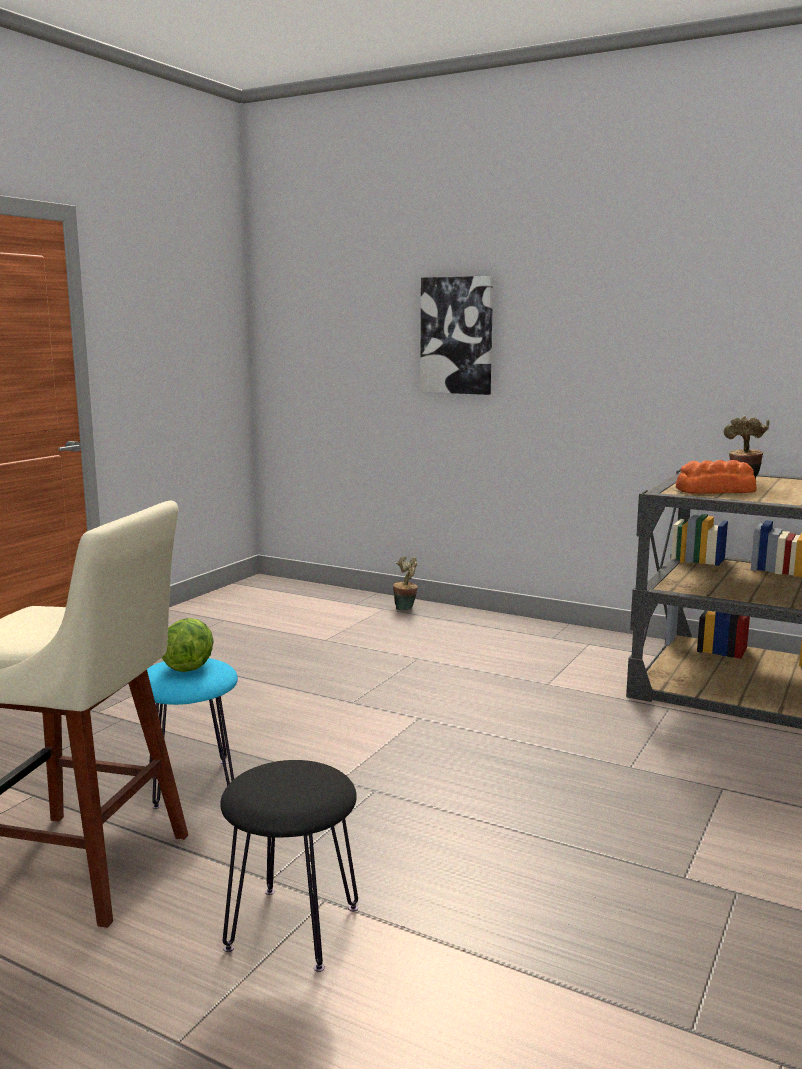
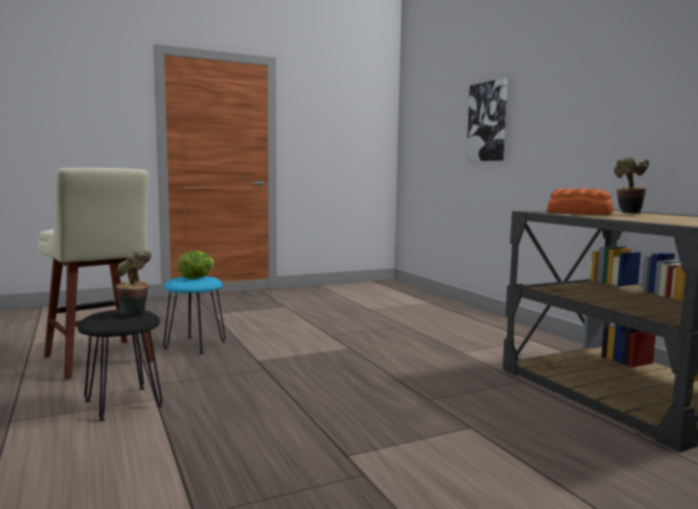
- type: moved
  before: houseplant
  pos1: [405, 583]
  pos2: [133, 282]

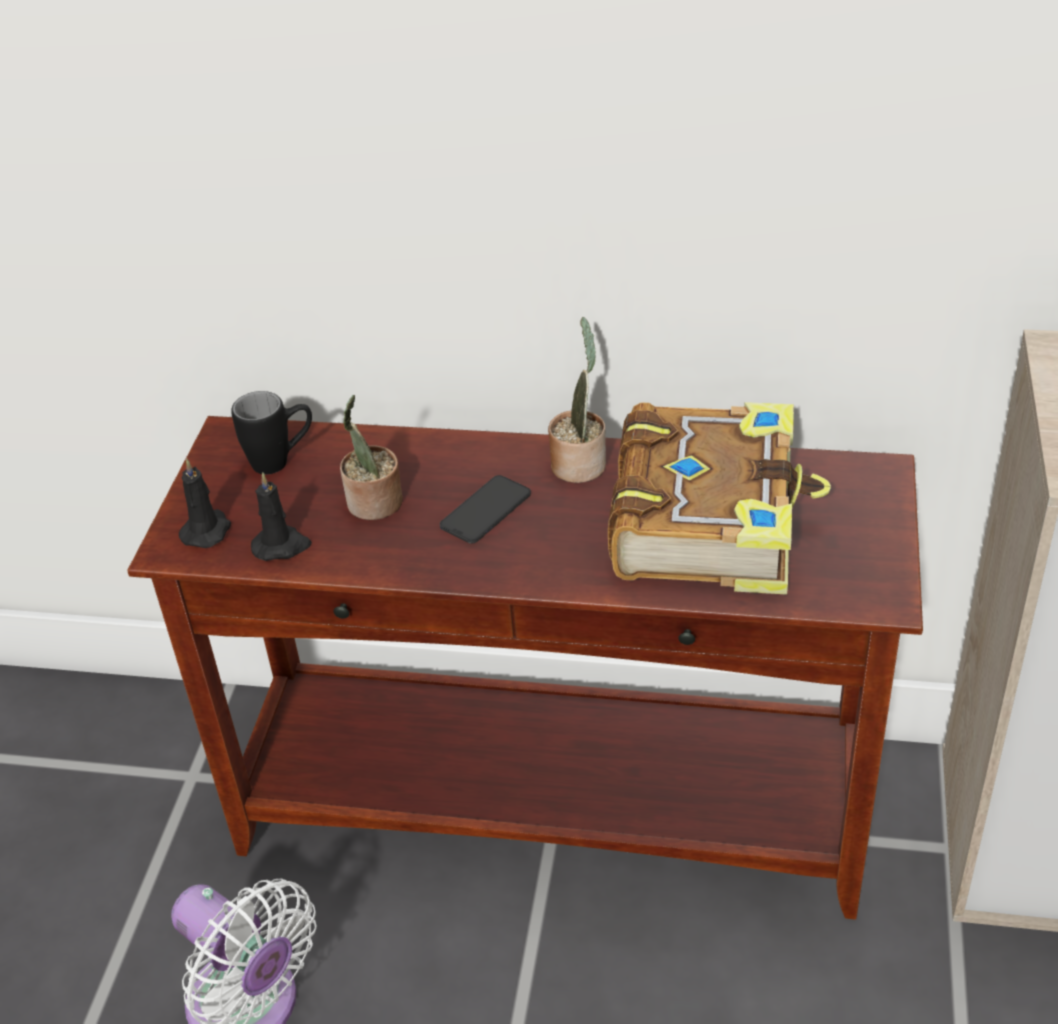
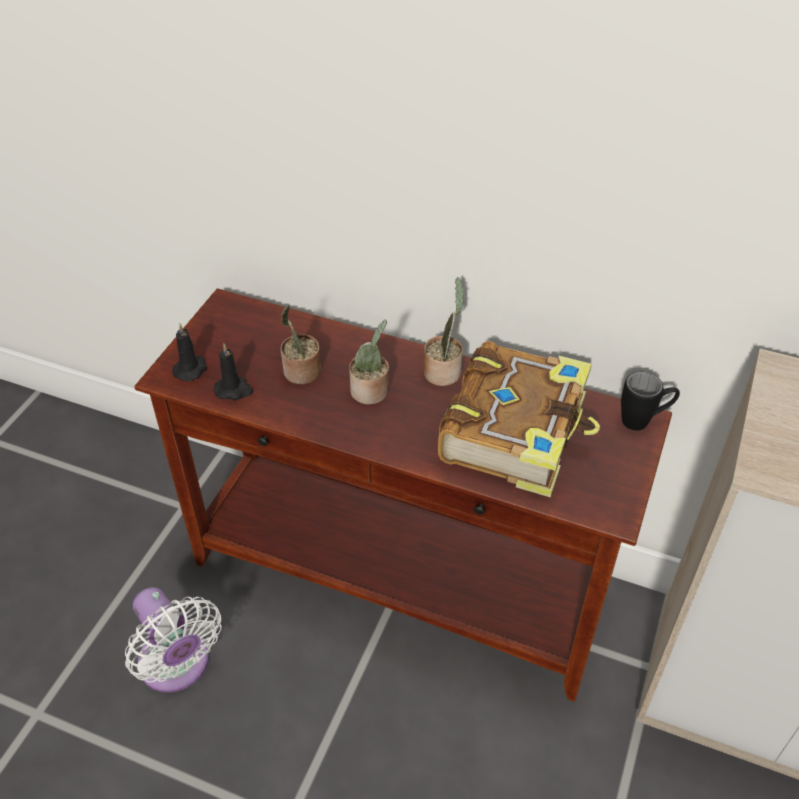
- type: moved
  before: blackish_coffee_mug
  pos1: [271, 432]
  pos2: [650, 401]
- type: replaced
  before: handset
  after: houseplant
  pos1: [485, 509]
  pos2: [369, 362]

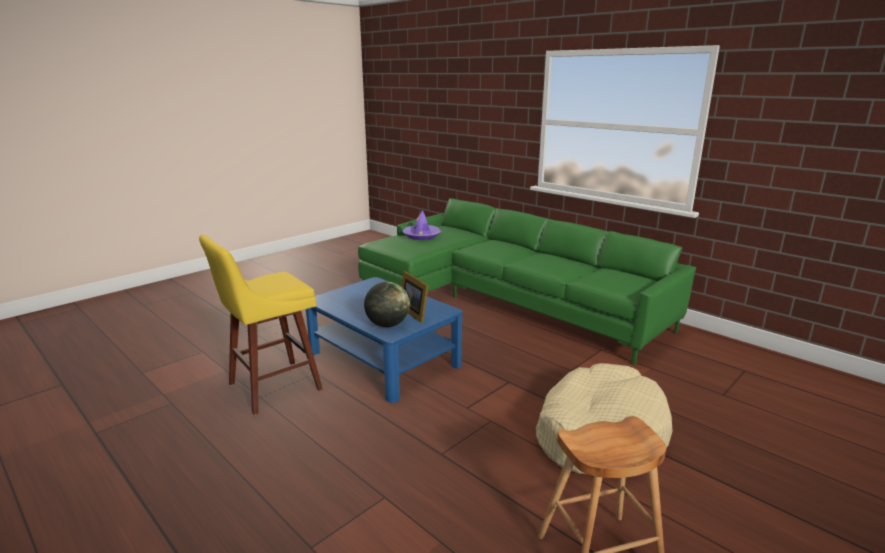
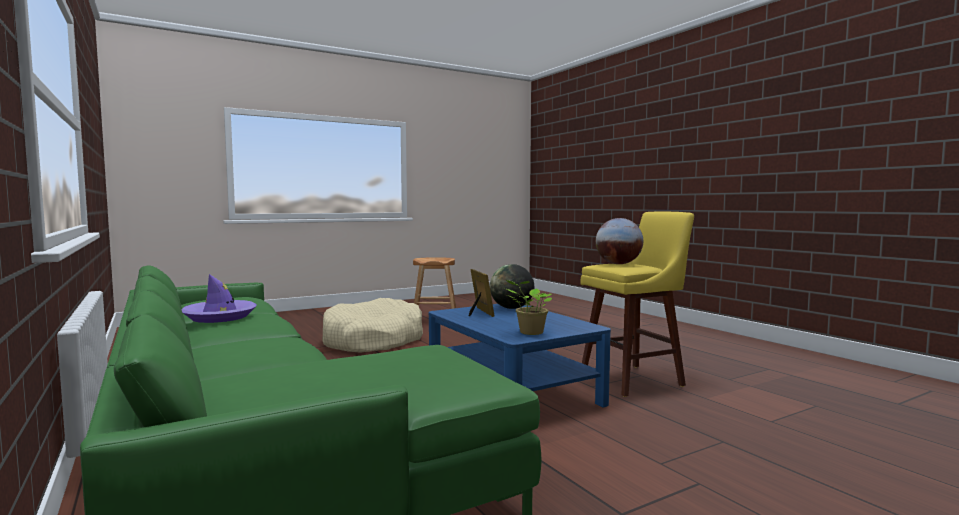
- type: moved
  before: purplish_clothing_hat
  pos1: [422, 225]
  pos2: [219, 298]
- type: added
  after: globe
  pos2: [619, 241]
- type: added
  after: houseplant
  pos2: [528, 307]

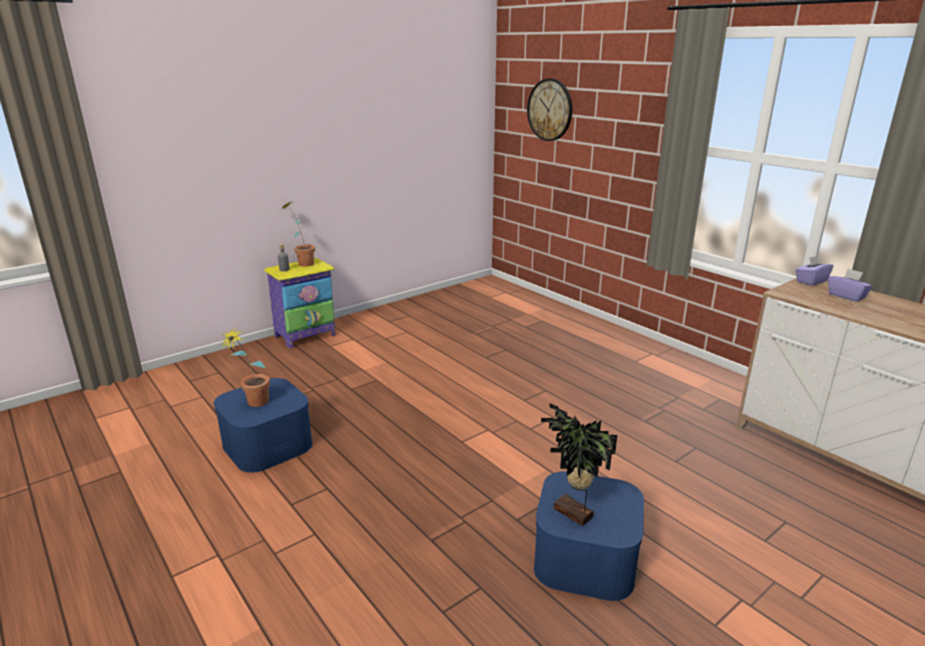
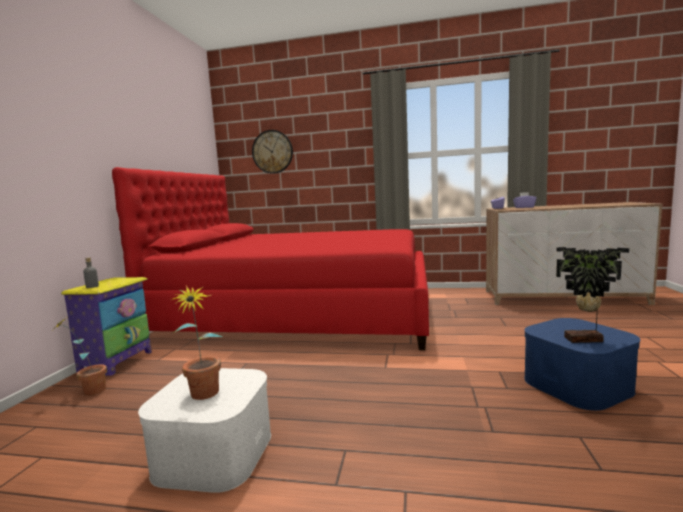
- type: moved
  before: houseplant
  pos1: [297, 234]
  pos2: [79, 356]
- type: recoloured
  before: bluish_storage_container
  after: white-coloured_storage_container
  pos1: [263, 425]
  pos2: [204, 430]
- type: added
  after: red_bed
  pos2: [270, 258]

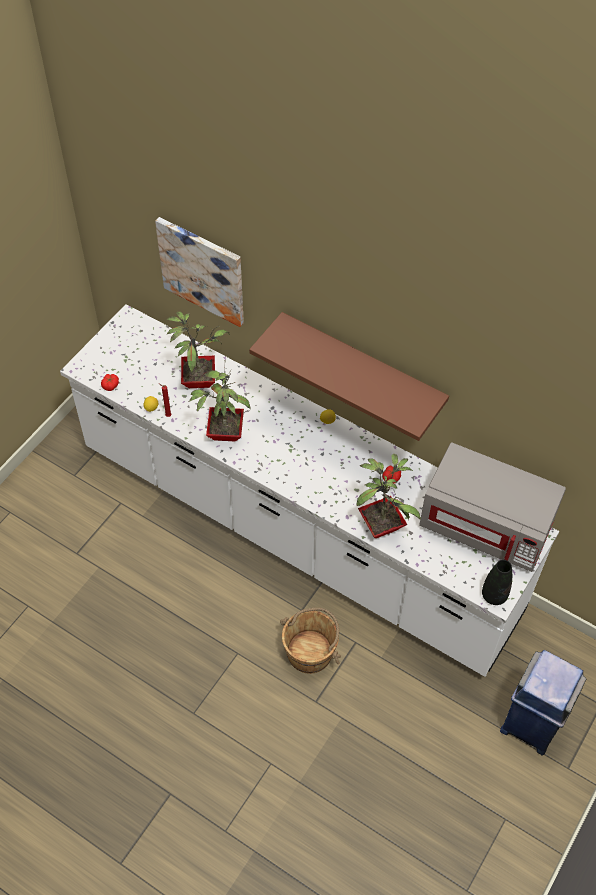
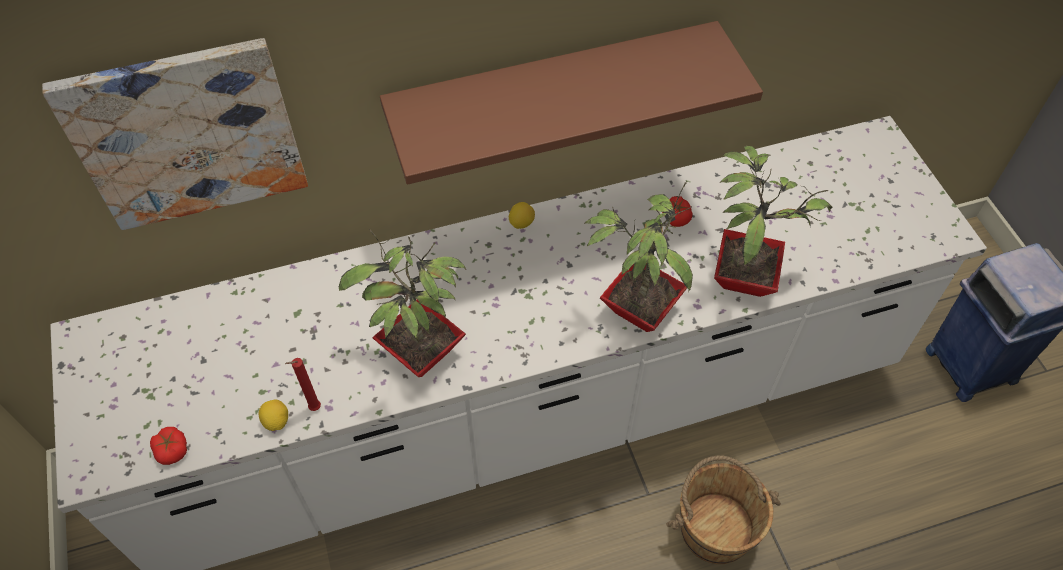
- type: moved
  before: houseplant
  pos1: [198, 350]
  pos2: [638, 256]
- type: removed
  before: gray_kitchen_microwave
  pos1: [492, 507]
- type: removed
  before: blackish_flower_vase
  pos1: [497, 582]

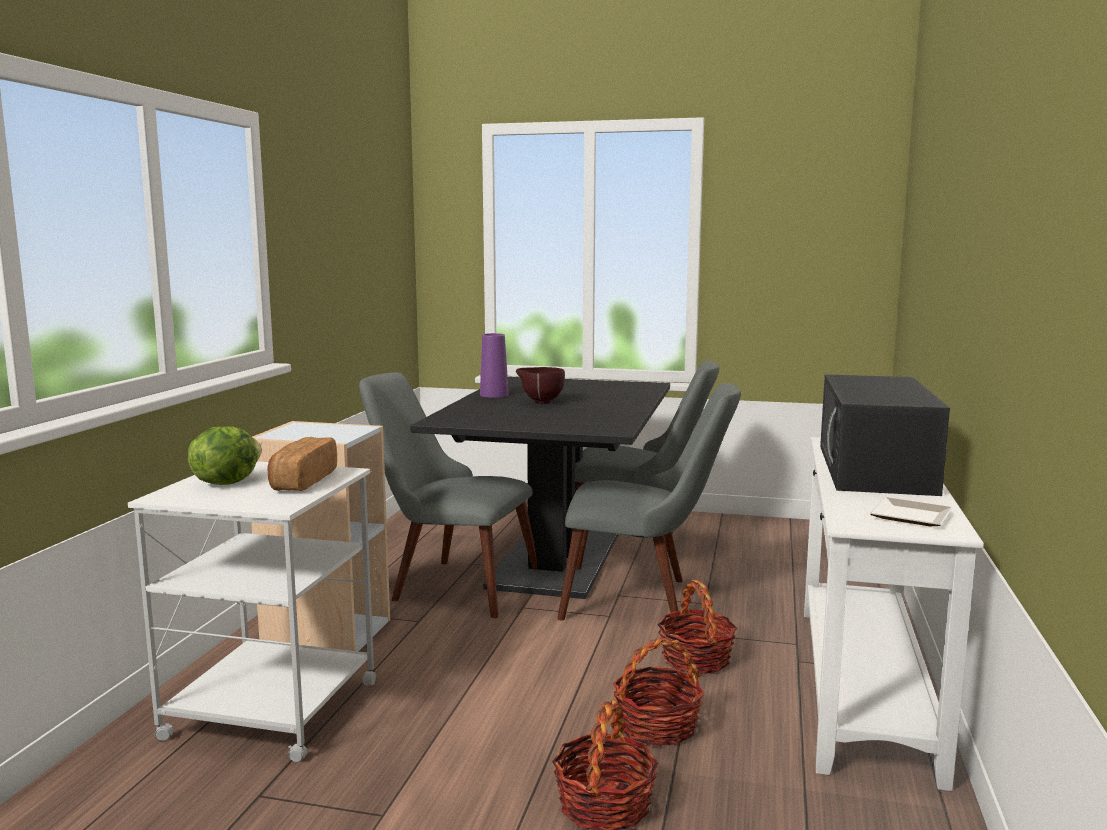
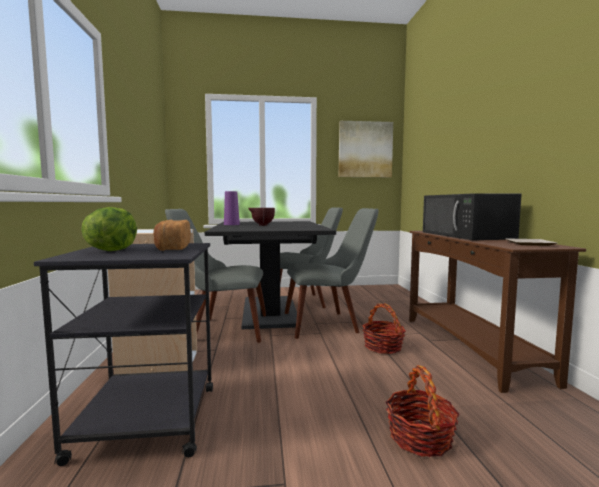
- type: recoloured
  before: white-coloured_narrow_table
  after: brownish_narrow_table
  pos1: [894, 614]
  pos2: [497, 312]
- type: recoloured
  before: white-coloured_trolley
  after: blackish_trolley
  pos1: [252, 611]
  pos2: [123, 354]
- type: removed
  before: storage_basket
  pos1: [658, 692]
- type: added
  after: wall_picture
  pos2: [366, 149]

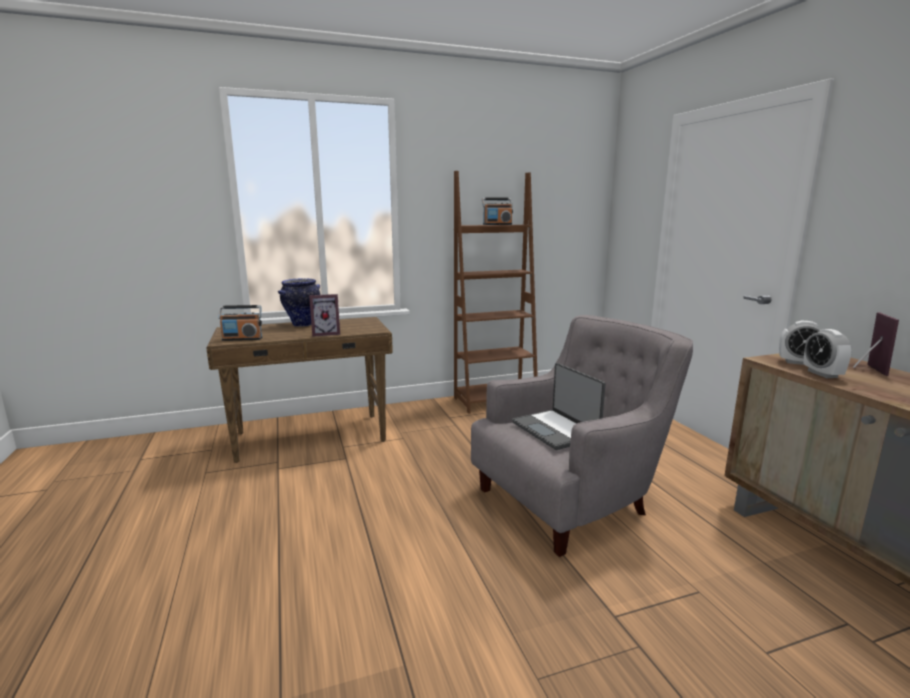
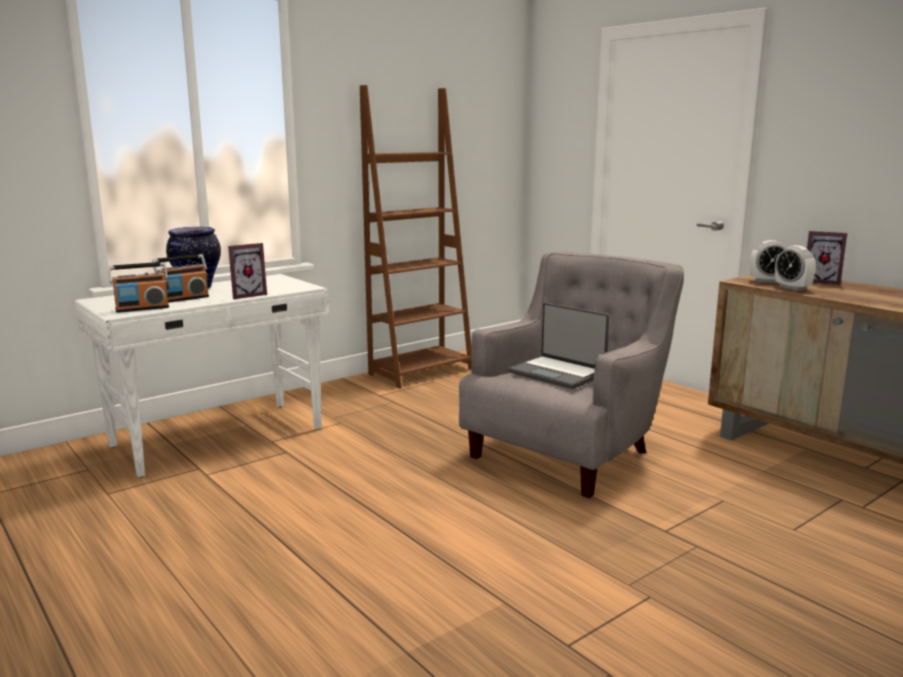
- type: moved
  before: radio_set
  pos1: [497, 211]
  pos2: [180, 278]
- type: turned
  before: photo_frame
  pos1: [876, 344]
  pos2: [827, 258]
  turn: 120
- type: recoloured
  before: brownish_narrow_table
  after: white-coloured_narrow_table
  pos1: [299, 390]
  pos2: [202, 376]

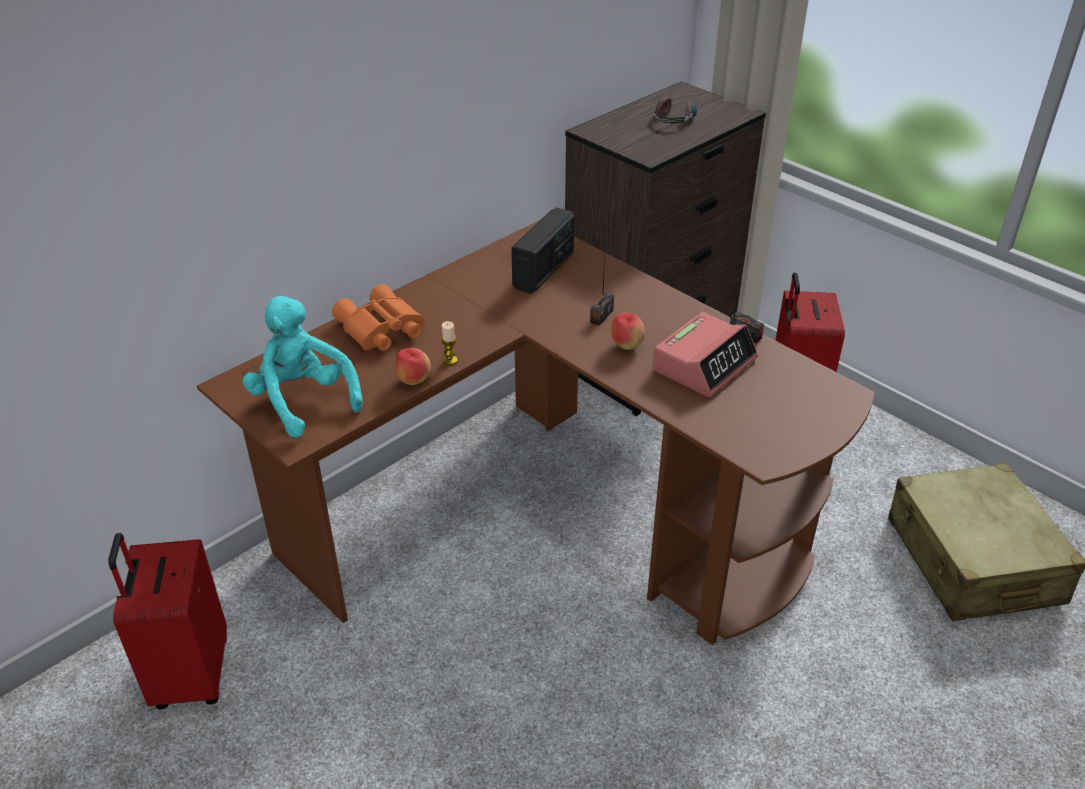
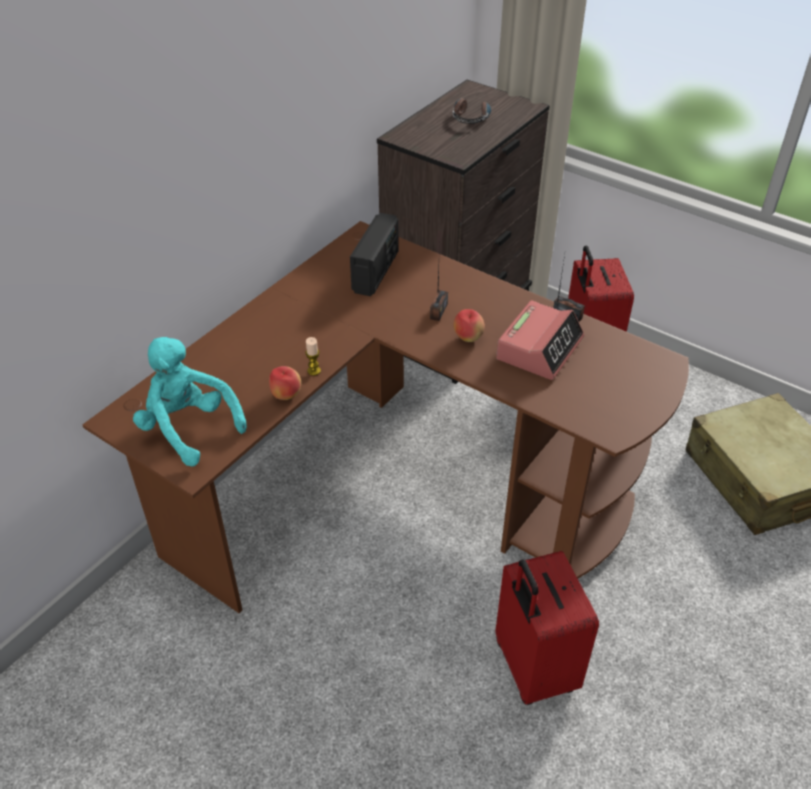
- type: removed
  before: orangey_binoculars
  pos1: [378, 317]
- type: moved
  before: red_suitcase
  pos1: [167, 621]
  pos2: [547, 628]

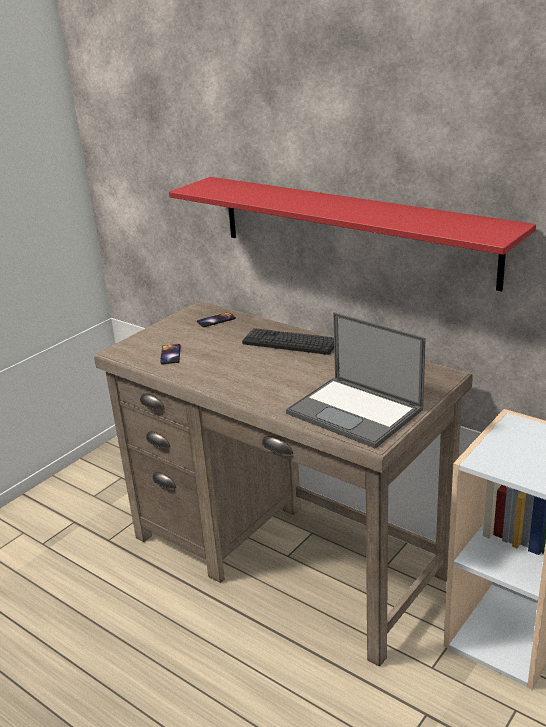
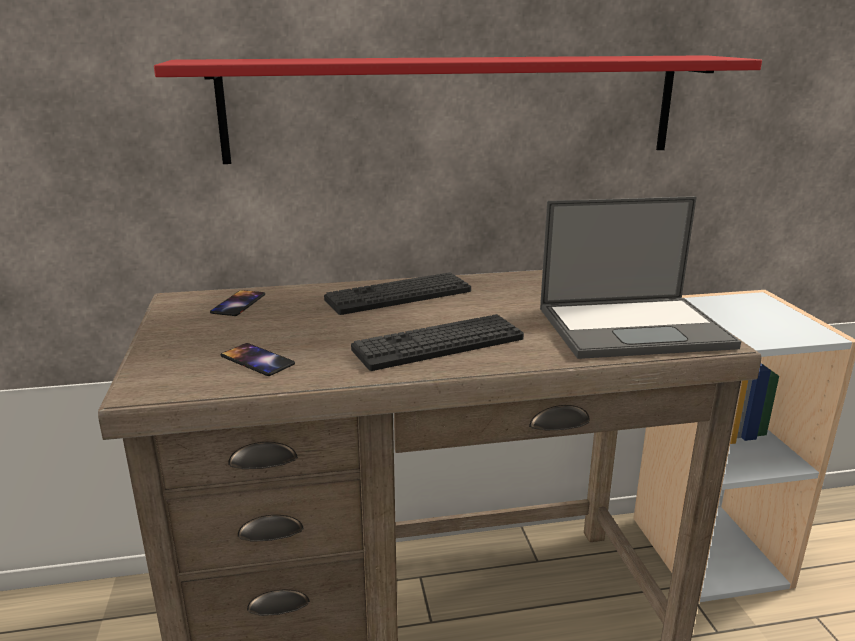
- type: added
  after: computer_keyboard
  pos2: [437, 342]

